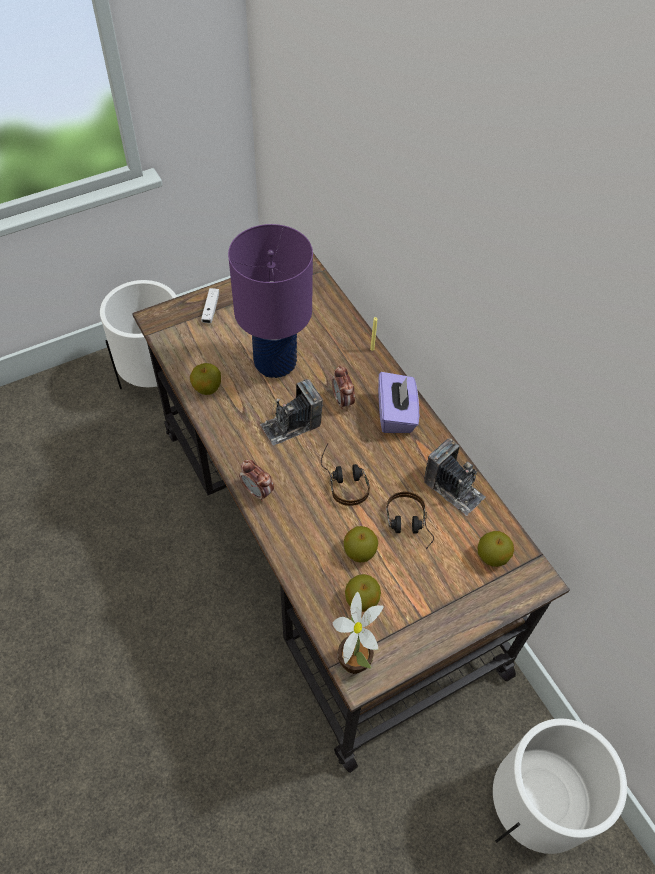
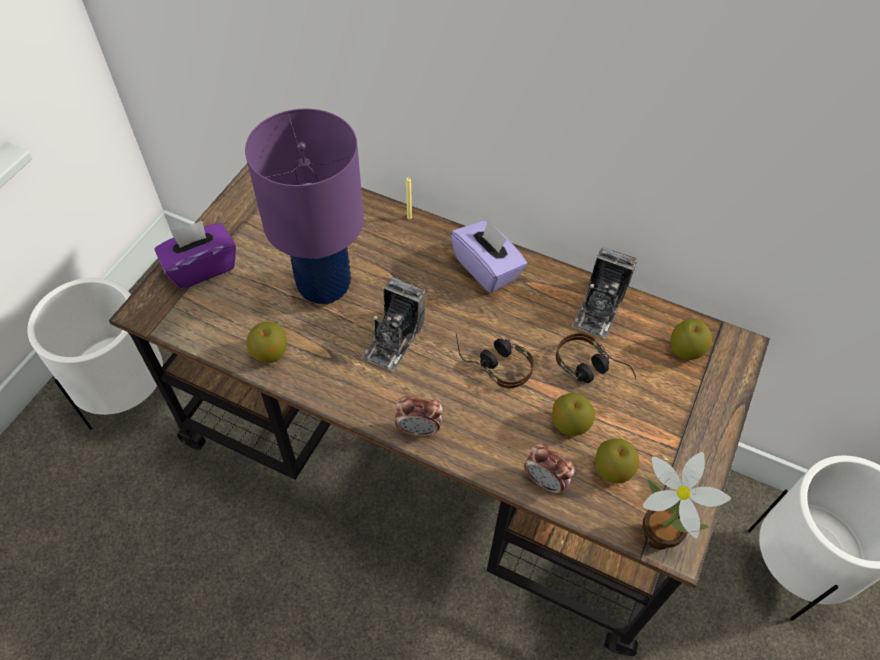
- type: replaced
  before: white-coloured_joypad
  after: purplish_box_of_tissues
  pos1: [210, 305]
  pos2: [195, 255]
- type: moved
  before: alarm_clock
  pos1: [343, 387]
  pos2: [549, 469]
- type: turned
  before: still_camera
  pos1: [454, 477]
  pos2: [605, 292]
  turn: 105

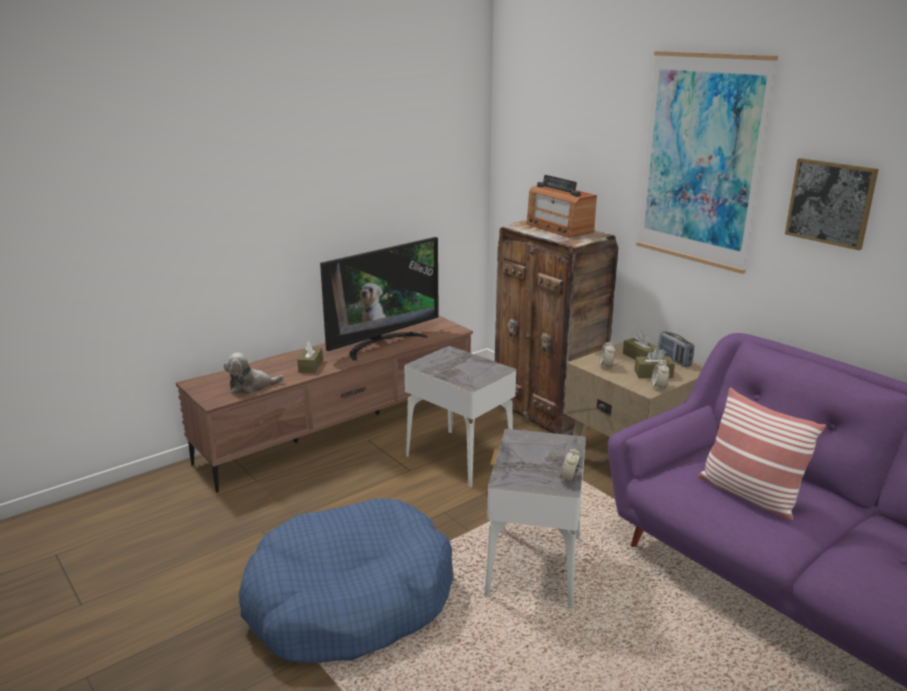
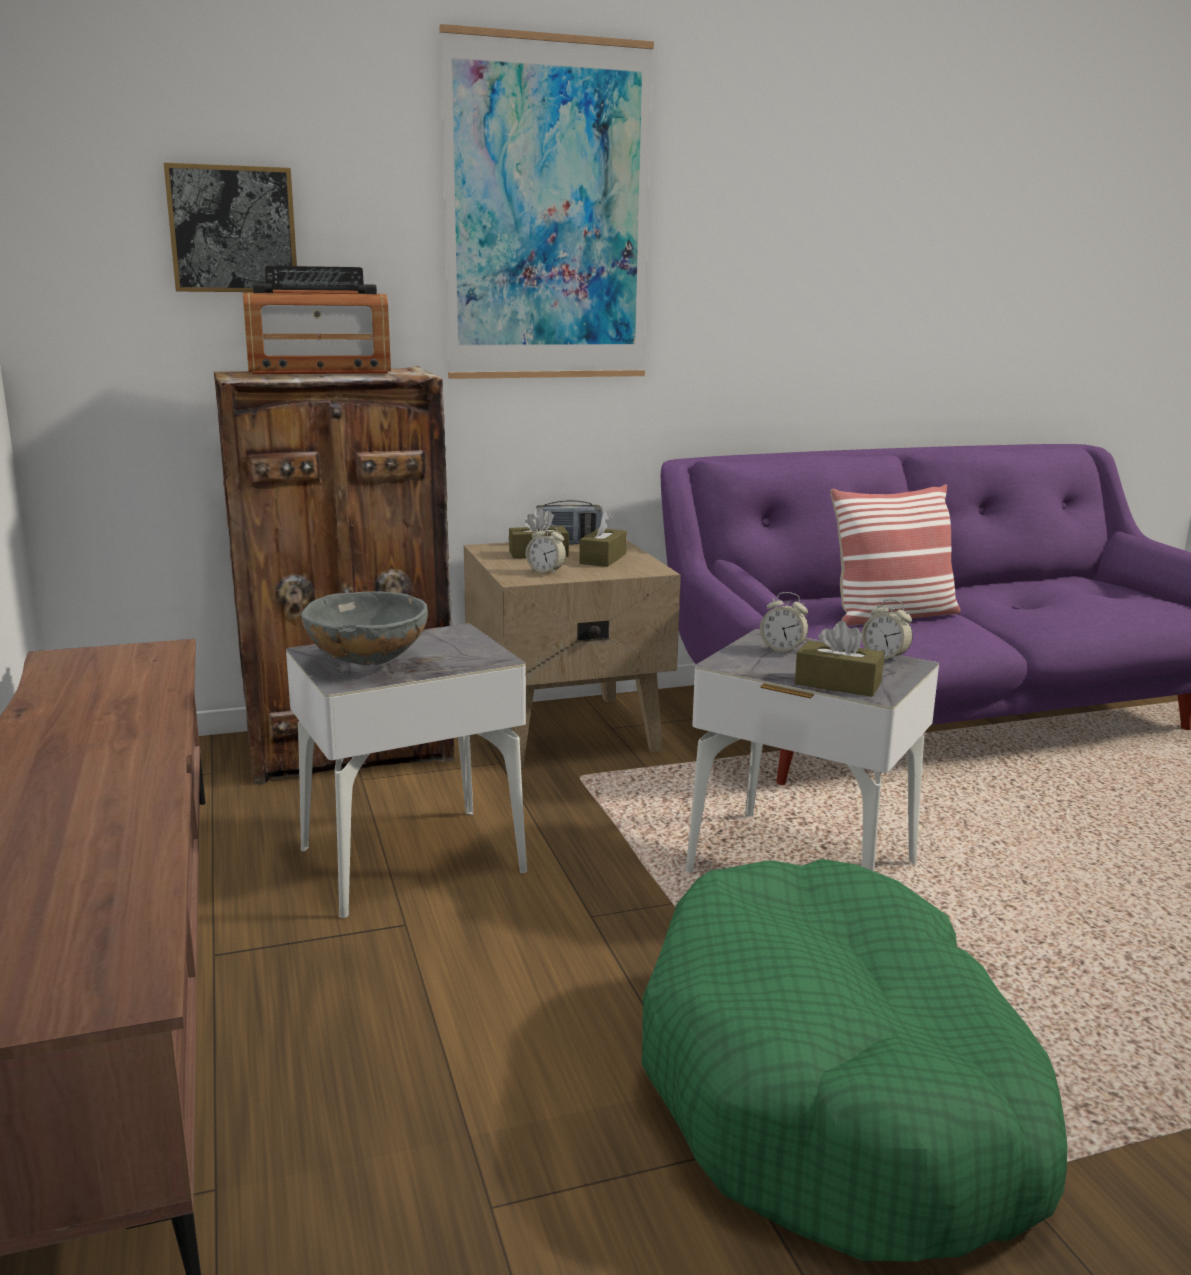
- type: moved
  before: wall_picture
  pos1: [832, 204]
  pos2: [230, 227]
- type: removed
  before: TV_set
  pos1: [379, 299]
- type: moved
  before: brownish_box_of_tissues
  pos1: [310, 356]
  pos2: [839, 659]
- type: removed
  before: soft_toy
  pos1: [254, 373]
- type: moved
  before: alarm_clock
  pos1: [660, 374]
  pos2: [784, 623]
- type: recoloured
  before: bluish_pet_bed
  after: green-coloured_pet_bed
  pos1: [346, 580]
  pos2: [854, 1060]
- type: added
  after: gray_serving_bowl
  pos2: [364, 628]

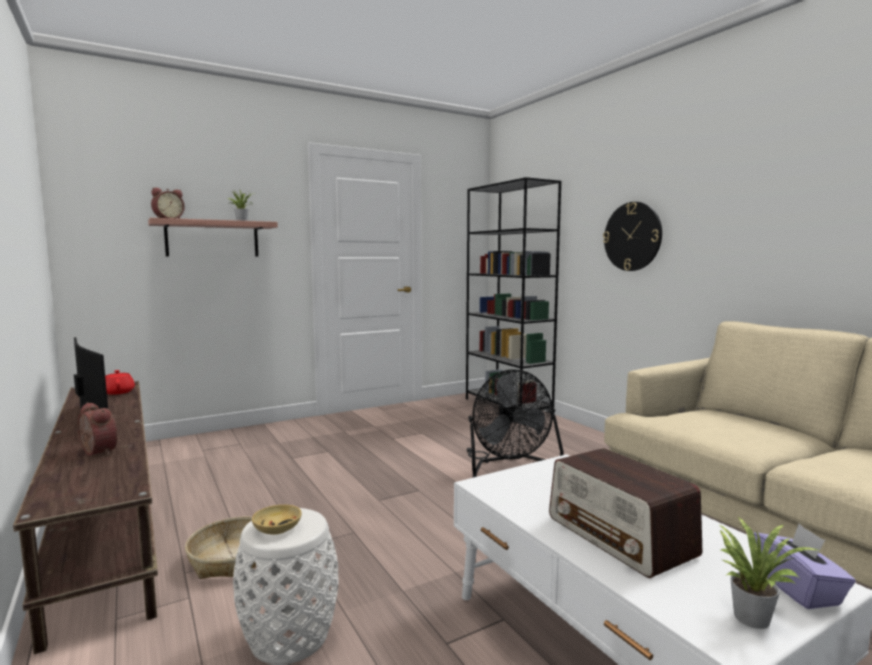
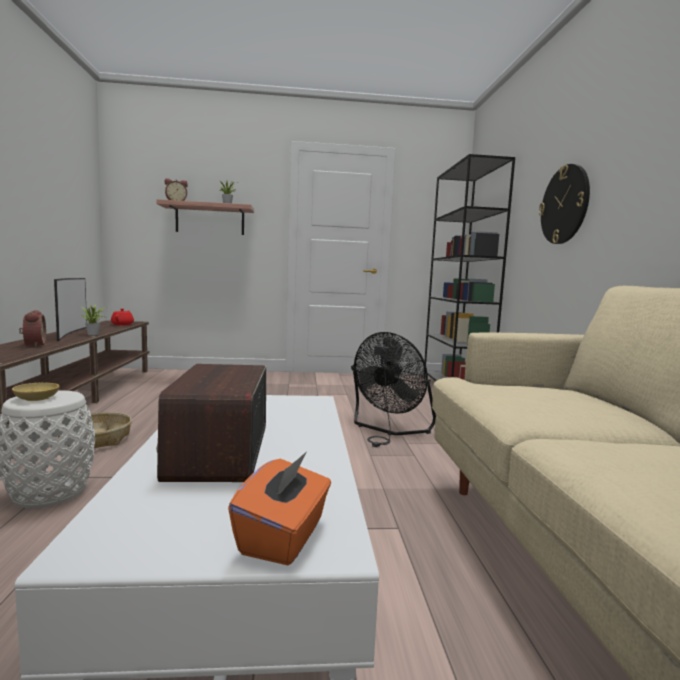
- type: turned
  before: blackish_cooling_fan
  pos1: [515, 423]
  pos2: [393, 389]
  turn: -150
- type: moved
  before: houseplant
  pos1: [768, 573]
  pos2: [92, 319]
- type: recoloured
  before: purplish_box_of_tissues
  after: orangey_box_of_tissues
  pos1: [804, 566]
  pos2: [279, 508]

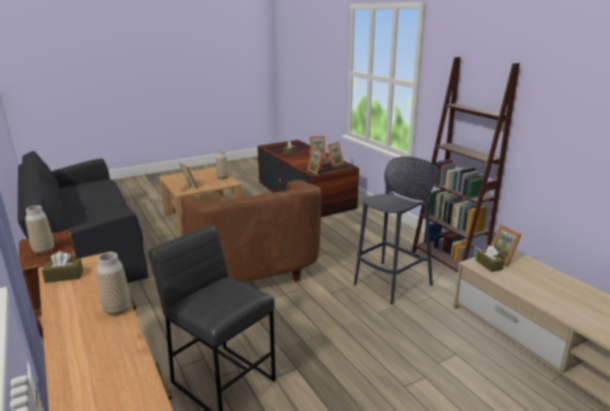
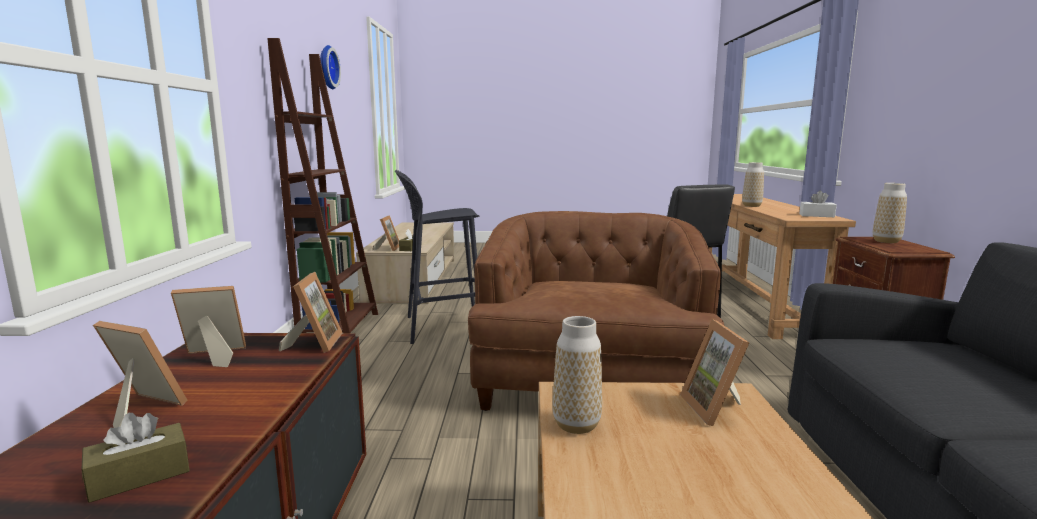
- type: recoloured
  before: brownish_box_of_tissues
  after: white-coloured_box_of_tissues
  pos1: [62, 267]
  pos2: [818, 204]
- type: added
  after: hanging_clock
  pos2: [330, 67]

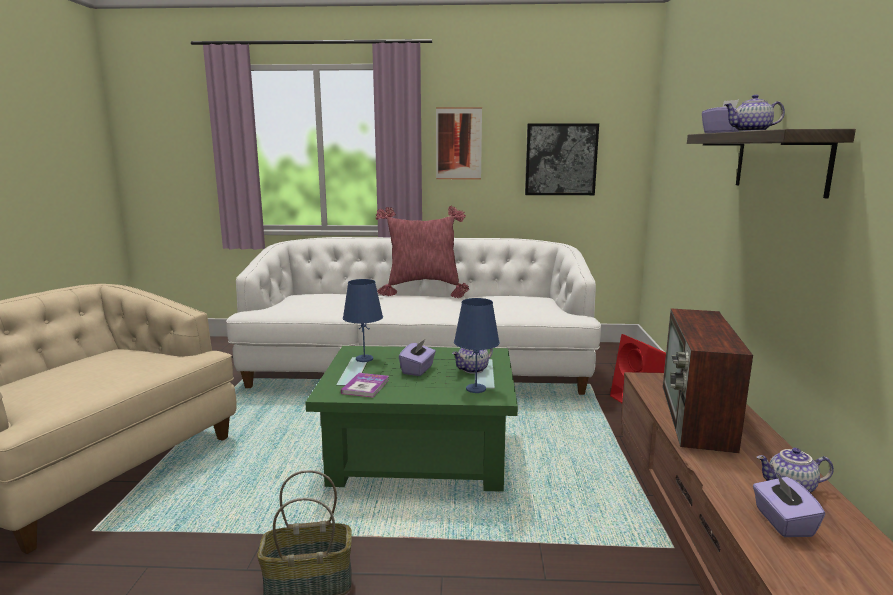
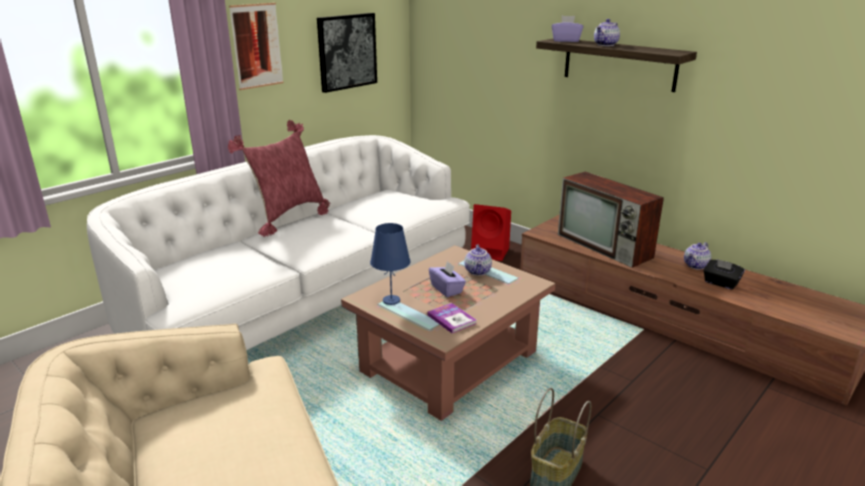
- type: removed
  before: bluish_tabletop_lamp
  pos1: [477, 345]
- type: recoloured
  before: green-coloured_coffee_table
  after: brownish_coffee_table
  pos1: [411, 419]
  pos2: [448, 333]
- type: recoloured
  before: purplish_box_of_tissues
  after: blackish_box_of_tissues
  pos1: [789, 505]
  pos2: [724, 274]

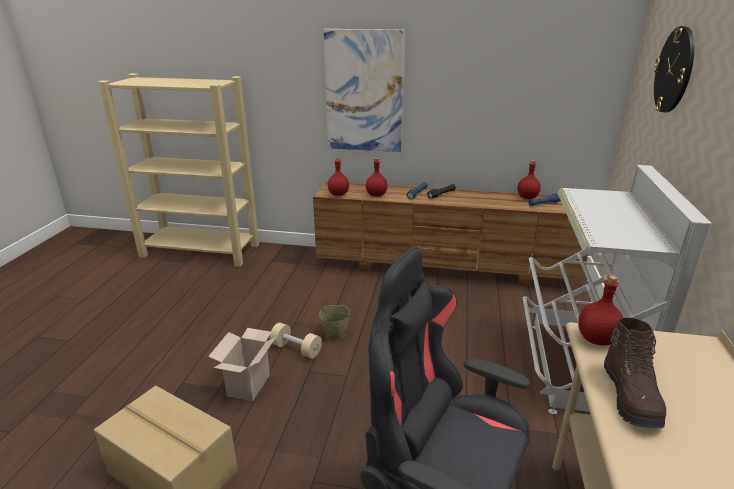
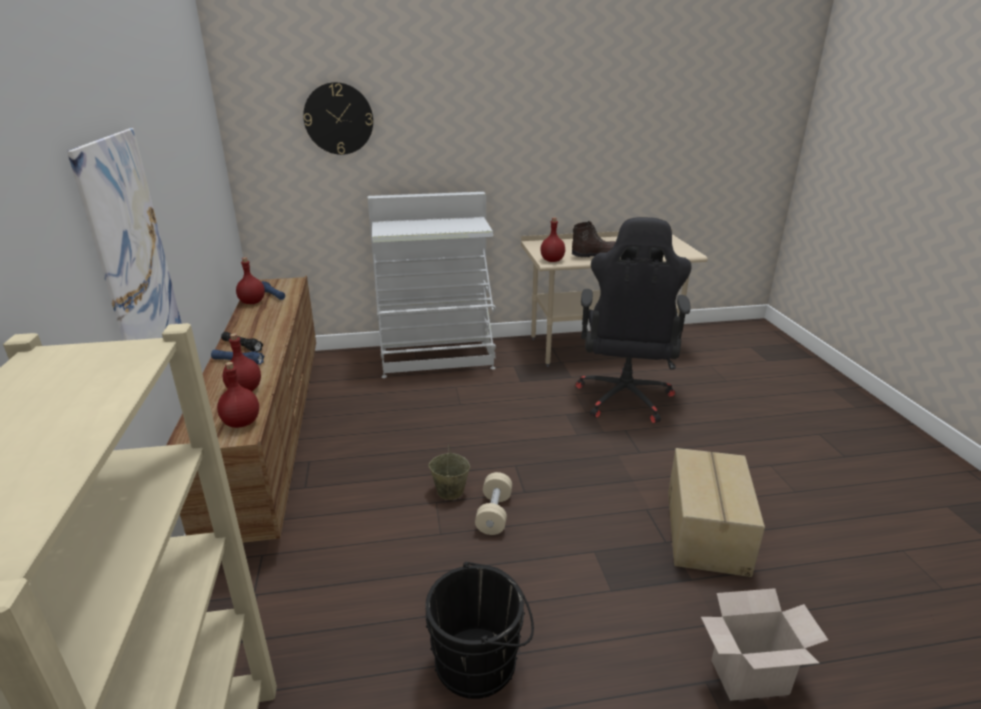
- type: moved
  before: cardboard_box
  pos1: [242, 364]
  pos2: [764, 644]
- type: added
  after: blackish_water_bucket
  pos2: [479, 630]

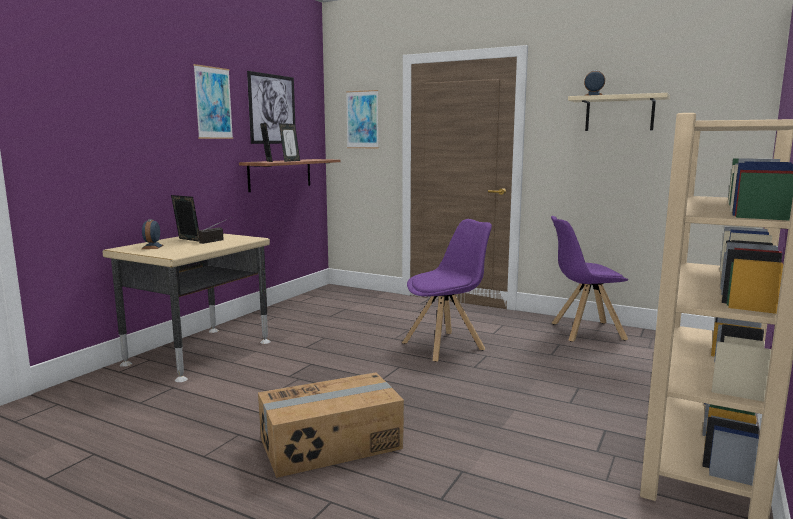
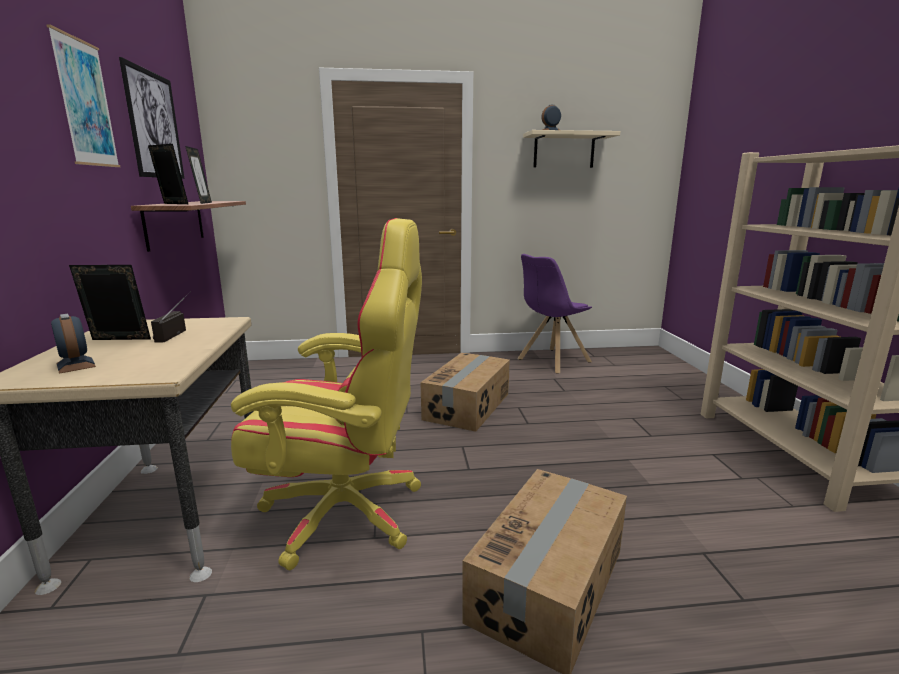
- type: removed
  before: wall_picture
  pos1: [362, 119]
- type: replaced
  before: purplish_upright_chair
  after: cardboard_box
  pos1: [447, 290]
  pos2: [465, 392]
- type: added
  after: yellowish_computer_chair
  pos2: [326, 394]

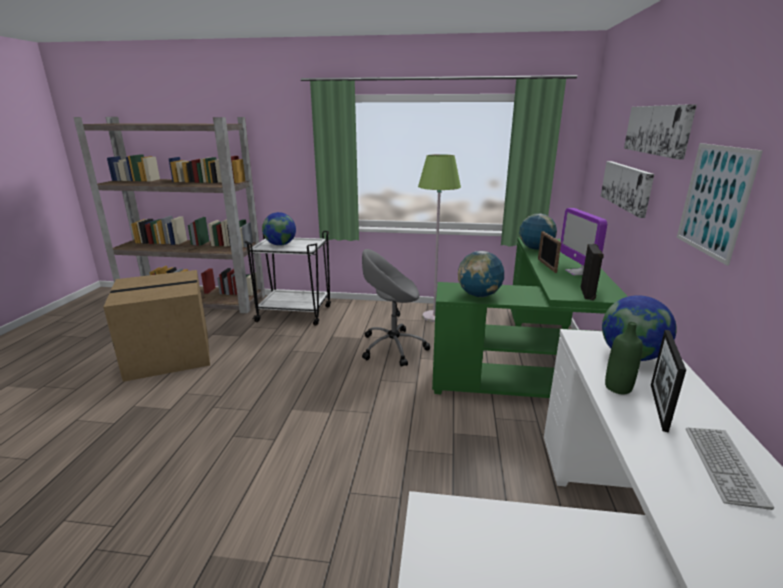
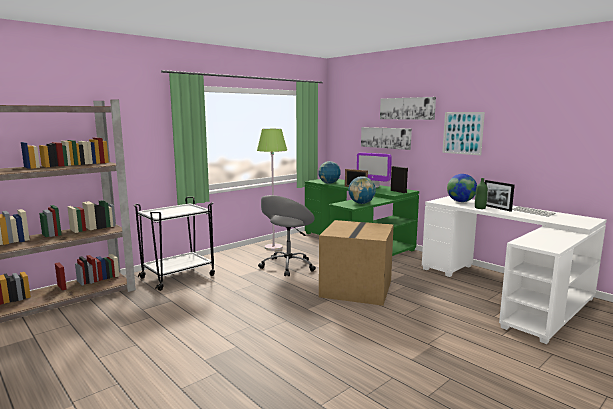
- type: removed
  before: globe
  pos1: [279, 229]
- type: moved
  before: cardboard_box
  pos1: [156, 326]
  pos2: [356, 263]

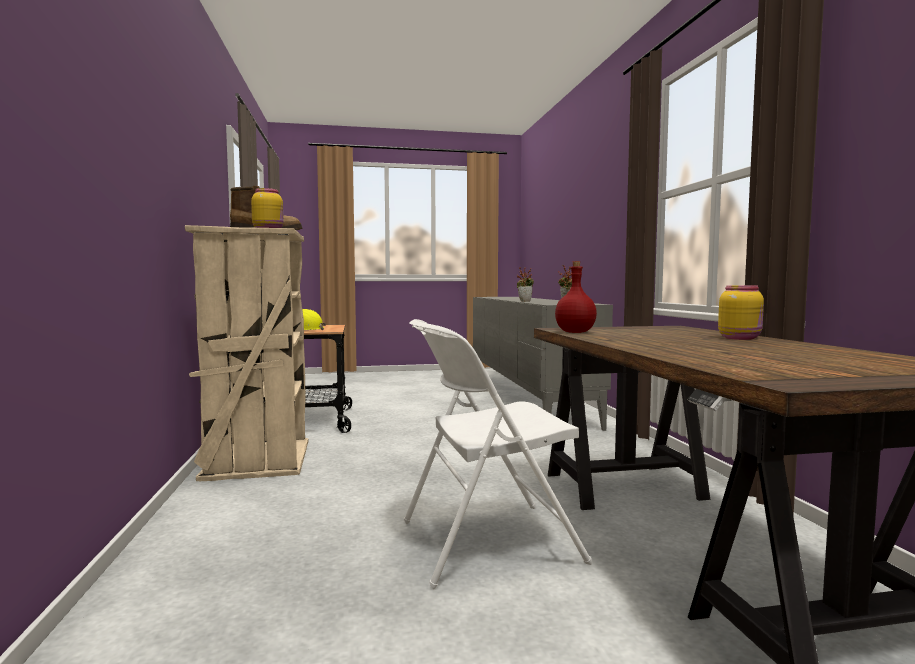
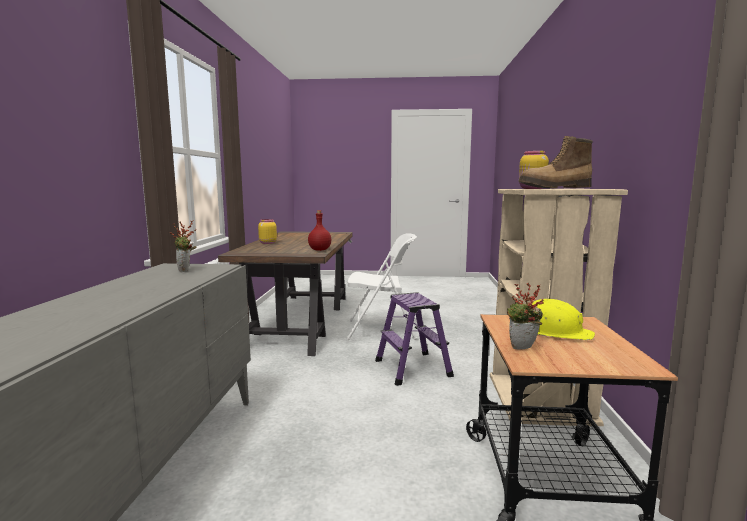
- type: moved
  before: houseplant
  pos1: [525, 284]
  pos2: [525, 316]
- type: added
  after: purplish_step_stool
  pos2: [414, 339]

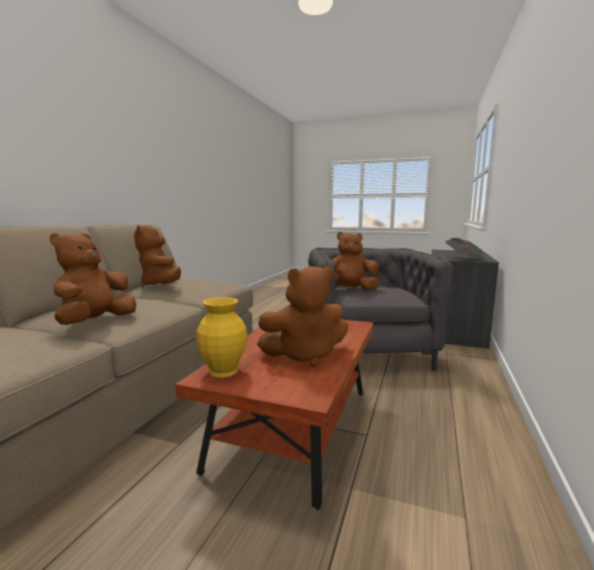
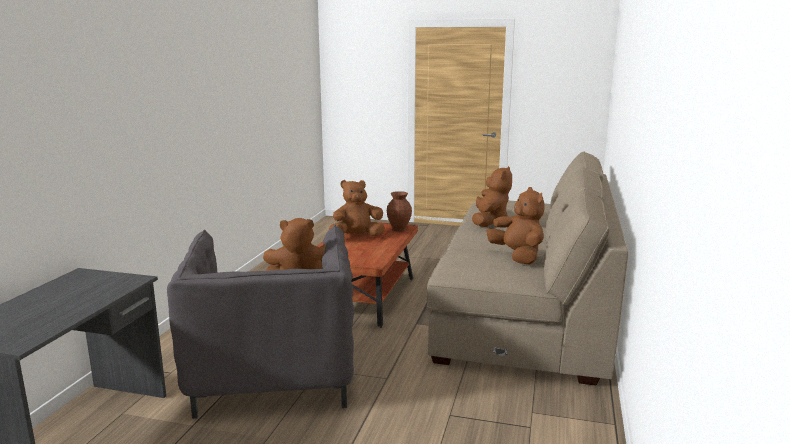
- type: removed
  before: printed_paper
  pos1: [464, 248]
- type: recoloured
  before: yellowish_flower_vase
  after: brownish_flower_vase
  pos1: [221, 337]
  pos2: [399, 211]

